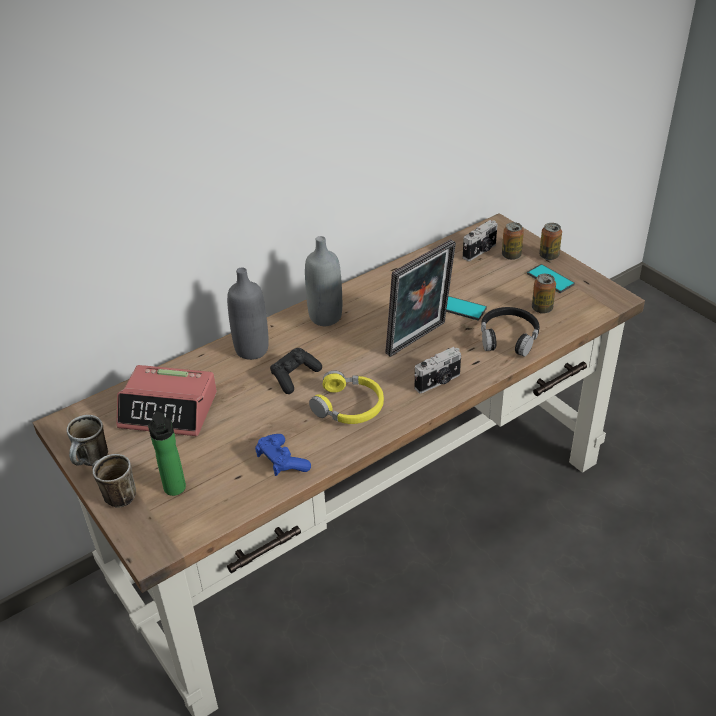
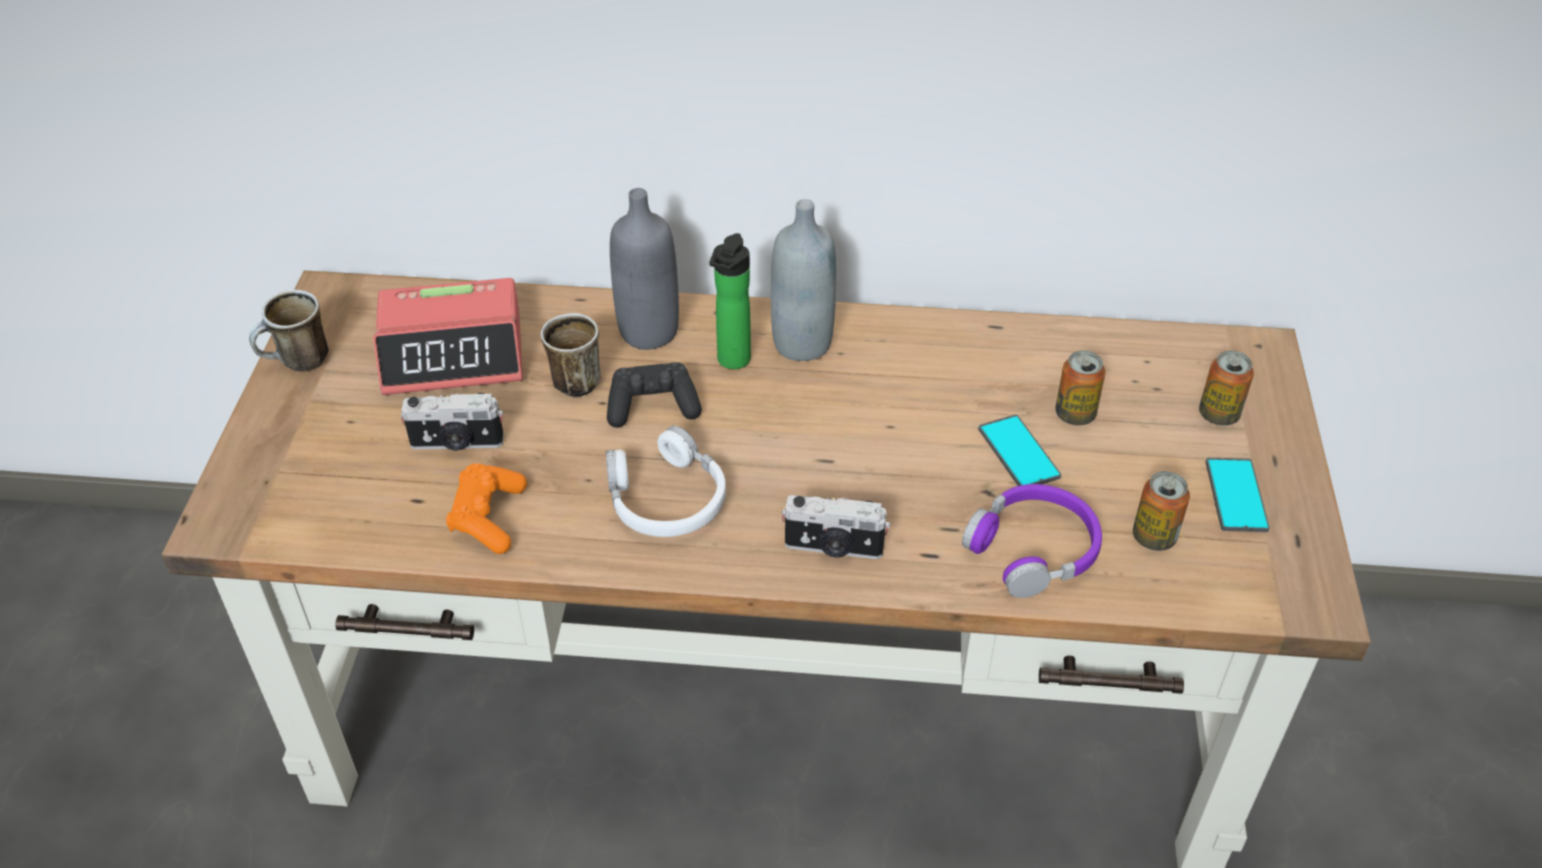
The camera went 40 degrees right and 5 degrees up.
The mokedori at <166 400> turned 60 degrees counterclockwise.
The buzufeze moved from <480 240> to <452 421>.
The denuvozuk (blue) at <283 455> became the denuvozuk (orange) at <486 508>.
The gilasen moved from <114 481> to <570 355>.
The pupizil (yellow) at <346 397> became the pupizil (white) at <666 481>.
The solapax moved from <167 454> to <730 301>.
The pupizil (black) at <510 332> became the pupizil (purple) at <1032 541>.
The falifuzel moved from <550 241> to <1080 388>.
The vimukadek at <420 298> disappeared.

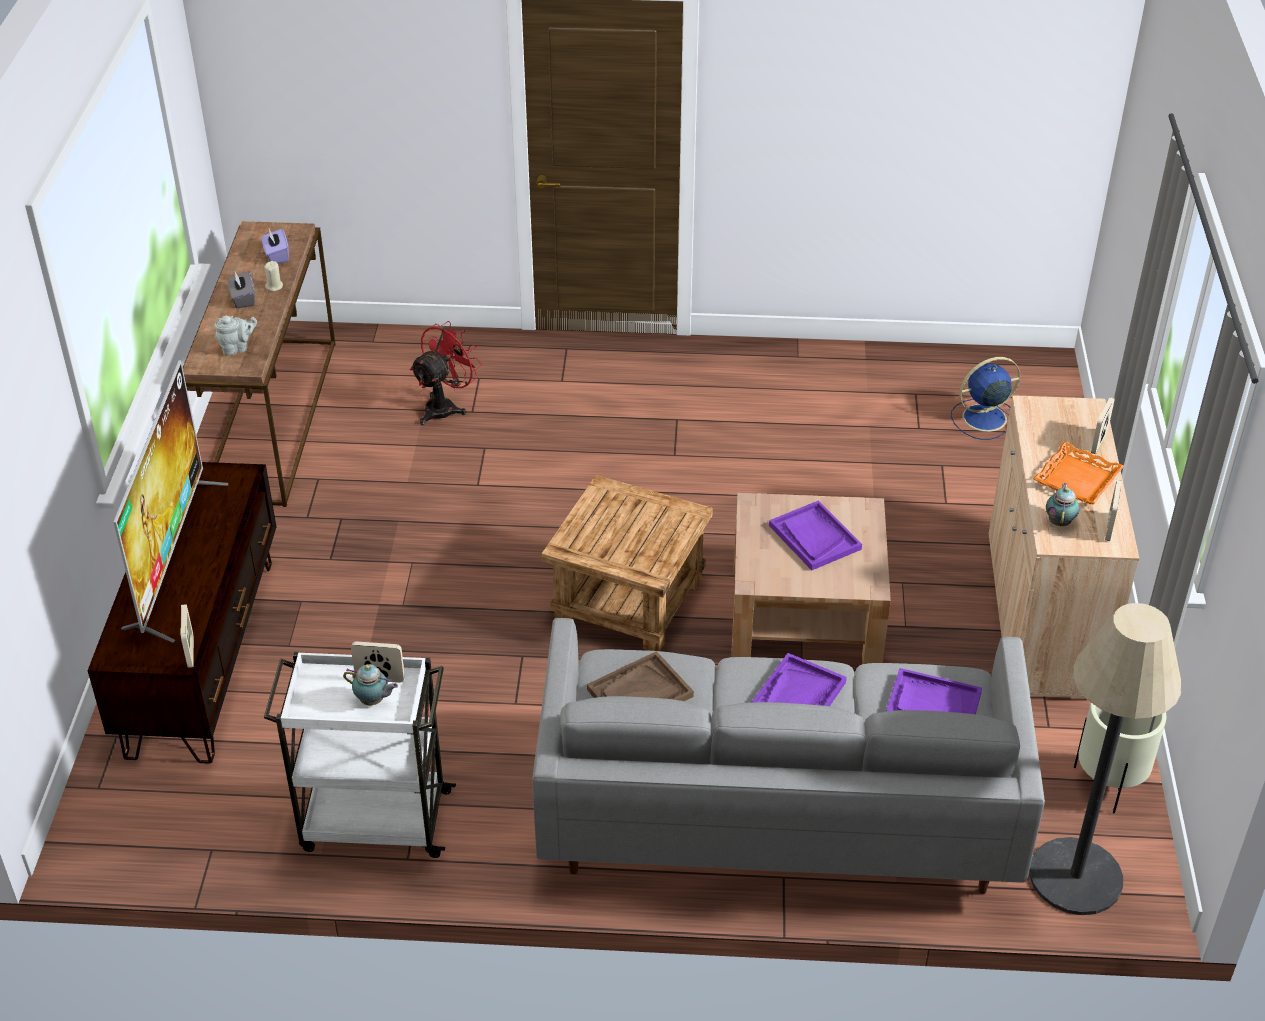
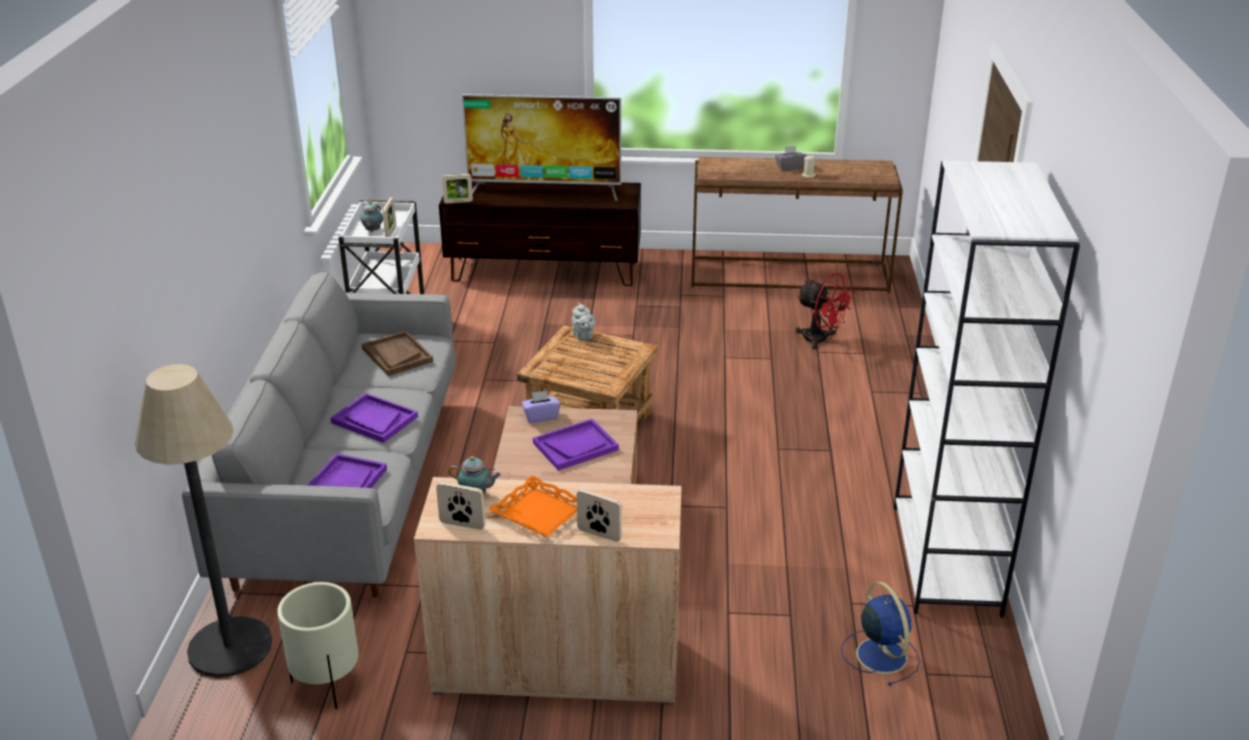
The camera went 90 degrees right and 10 degrees down.
The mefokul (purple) moved from <275 246> to <540 407>.
The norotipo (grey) moved from <236 336> to <584 321>.
The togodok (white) at <987 389> appeared.

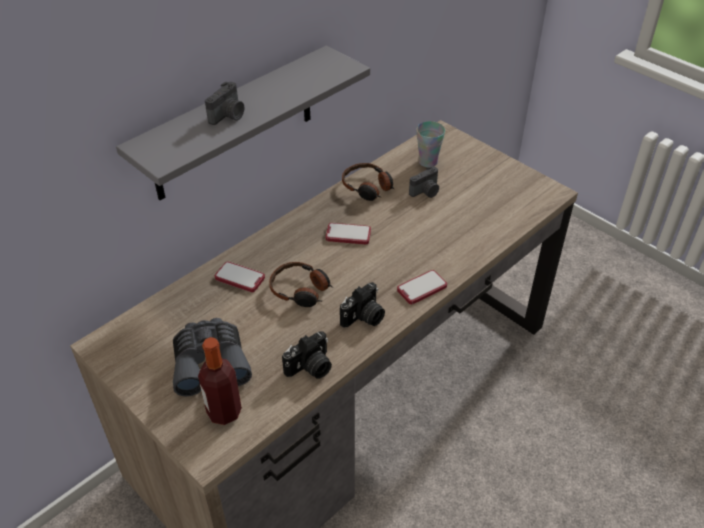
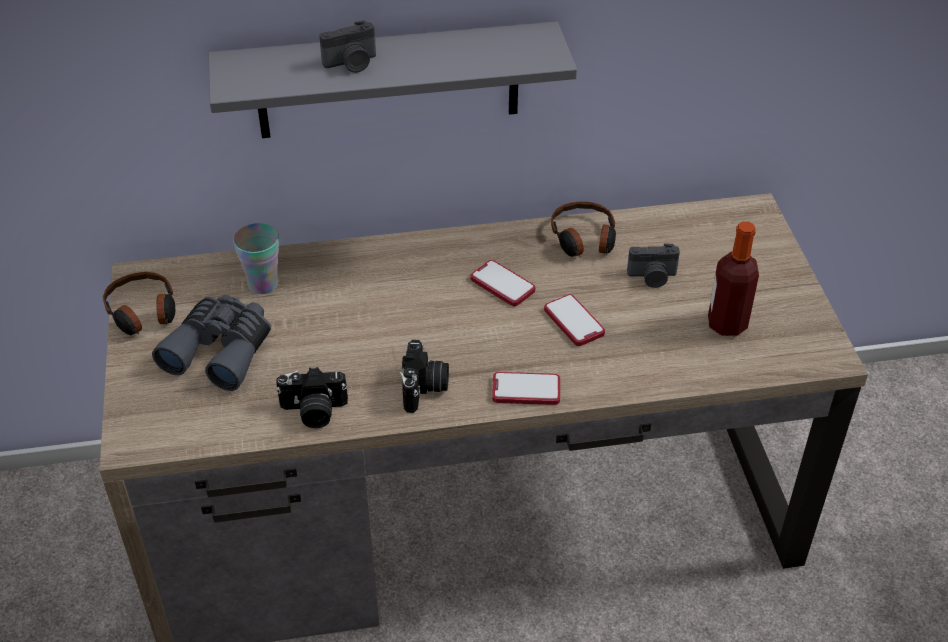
The camera went 35 degrees right and 0 degrees up.
The pupizil moved from <301 284> to <139 303>.
The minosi moved from <430 144> to <256 258>.
The buzufeze at <362 305> turned 75 degrees counterclockwise.
The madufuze moved from <240 276> to <574 320>.
The solapax moved from <220 381> to <733 278>.

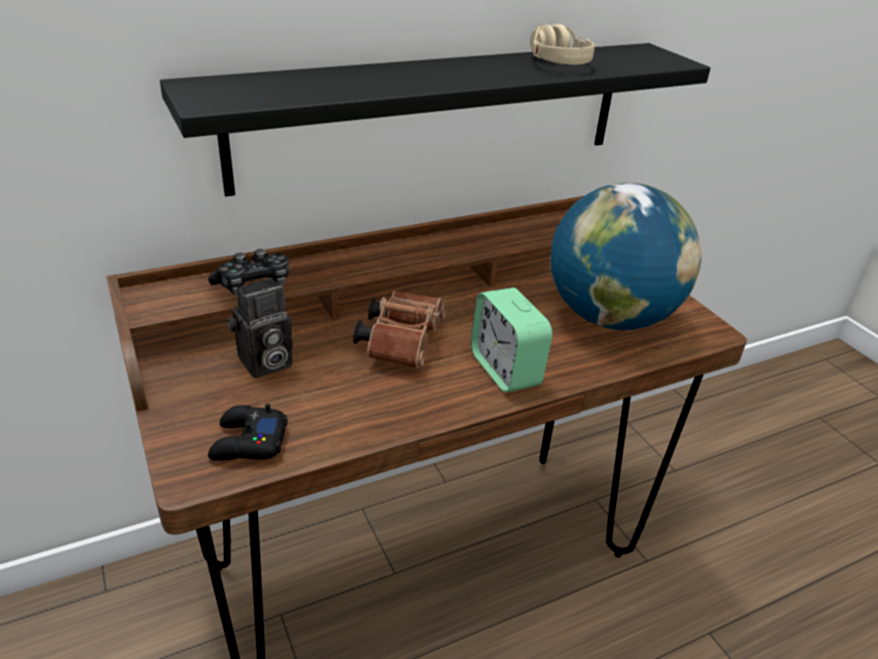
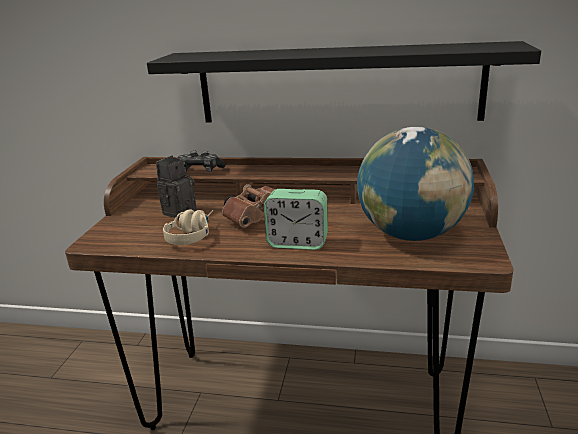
The camera went 40 degrees right and 10 degrees down.
The buzufeze at <260 328> turned 120 degrees clockwise.
The pupizil (beige) moved from <562 44> to <188 227>.
The mokedori at <512 340> turned 90 degrees counterclockwise.
The denuvozuk (black) at <248 432> disappeared.

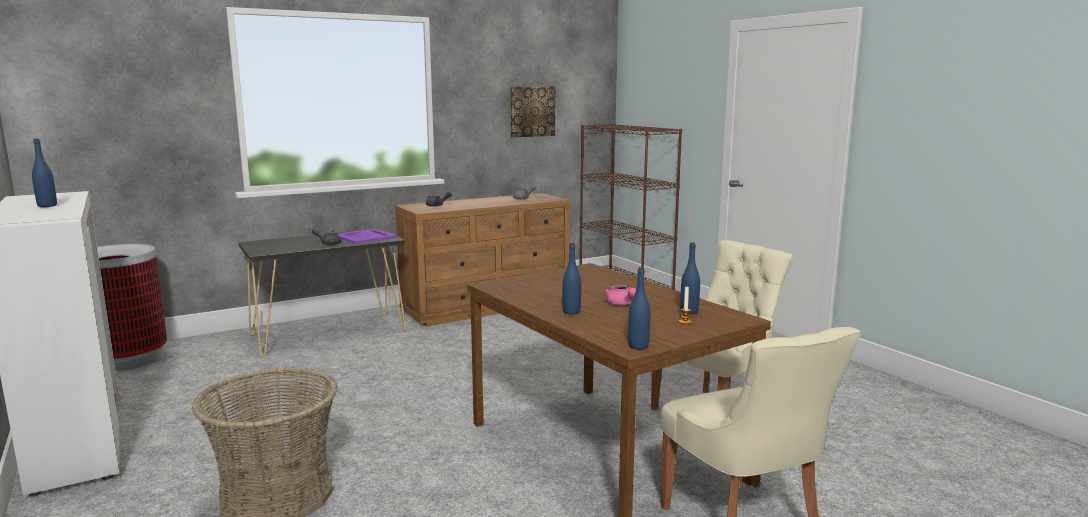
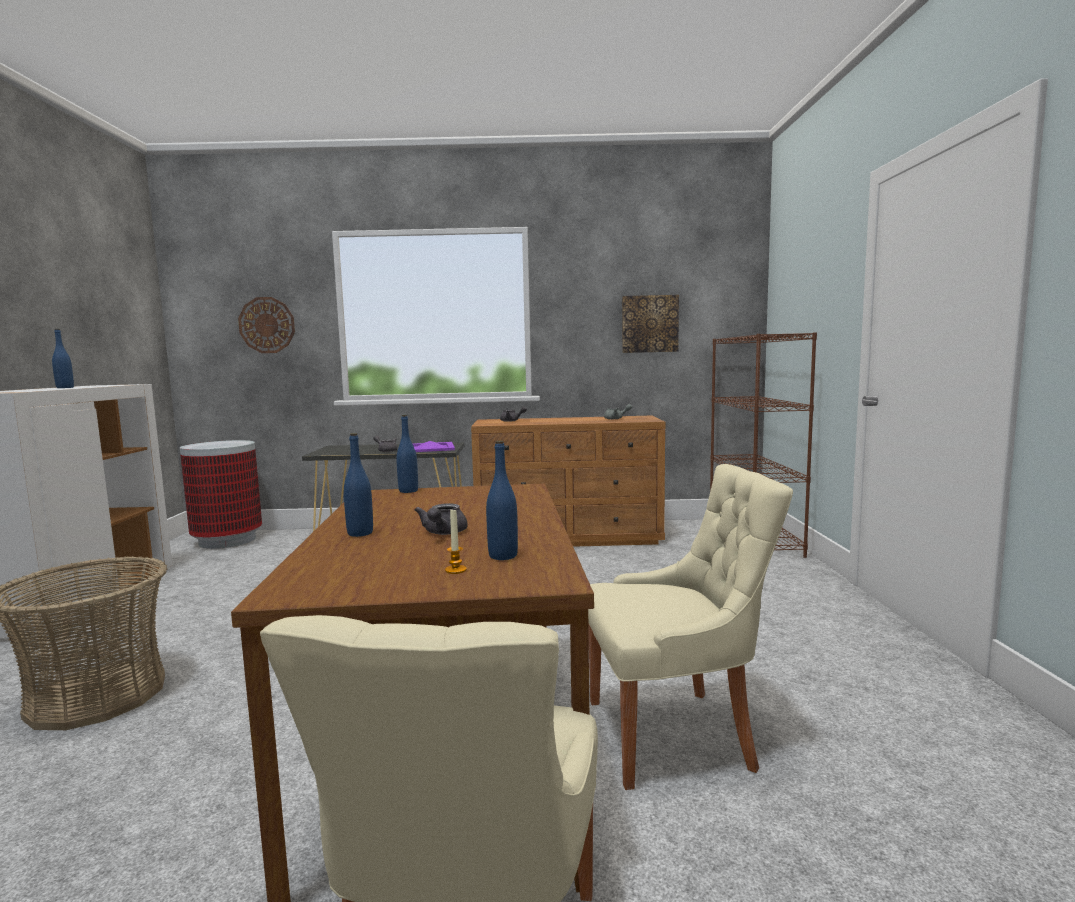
The camera went 30 degrees right and 5 degrees down.
The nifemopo at <266 325> appeared.
The solapax (blue) moved from <639 308> to <407 454>.
The norotipo (pink) at <620 295> became the norotipo (grey) at <441 519>.

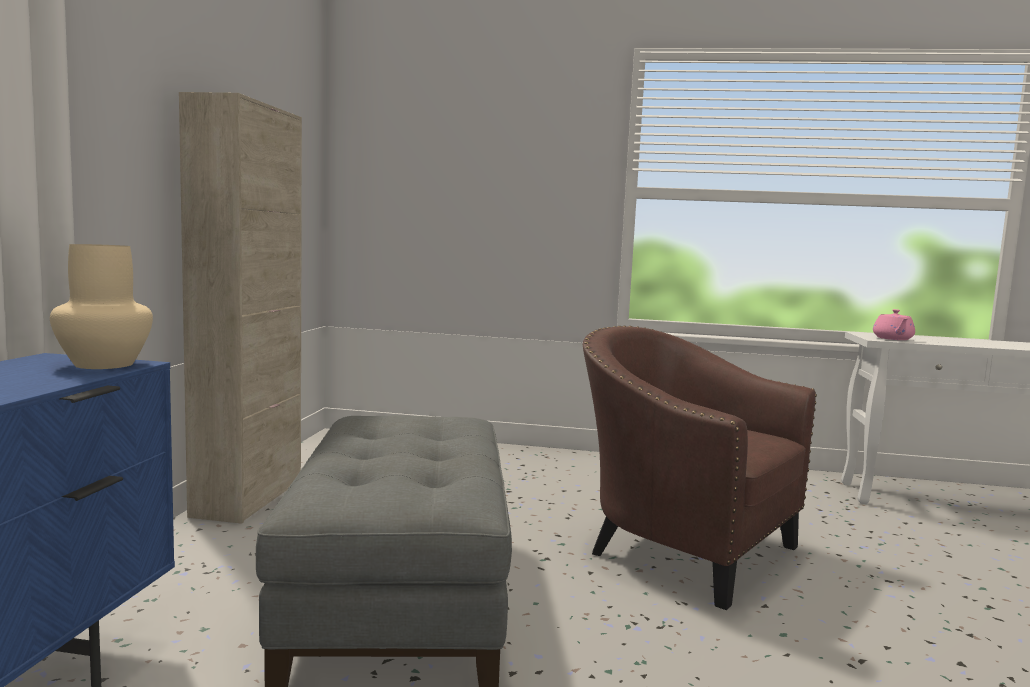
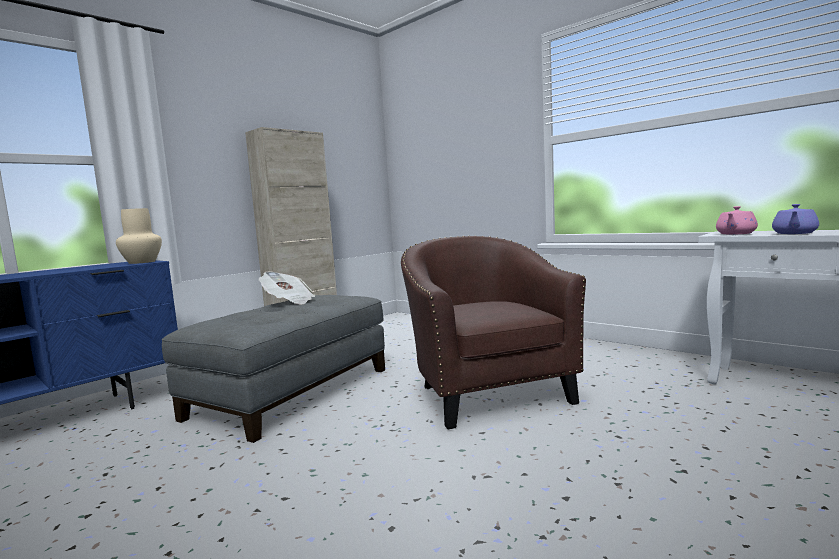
The camera went 35 degrees right and 0 degrees up.
The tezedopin at <286 288> appeared.
The norotipo (purple) at <795 219> appeared.

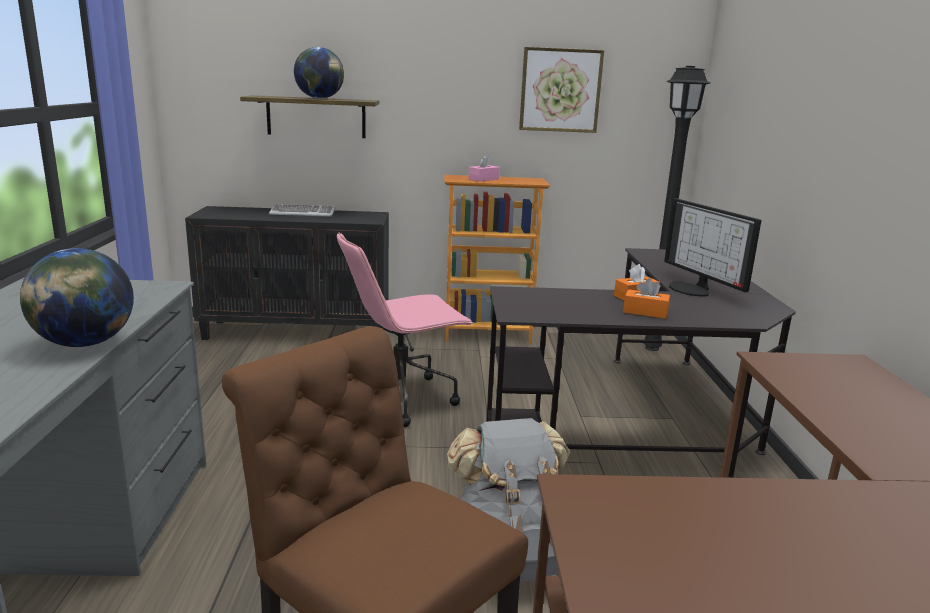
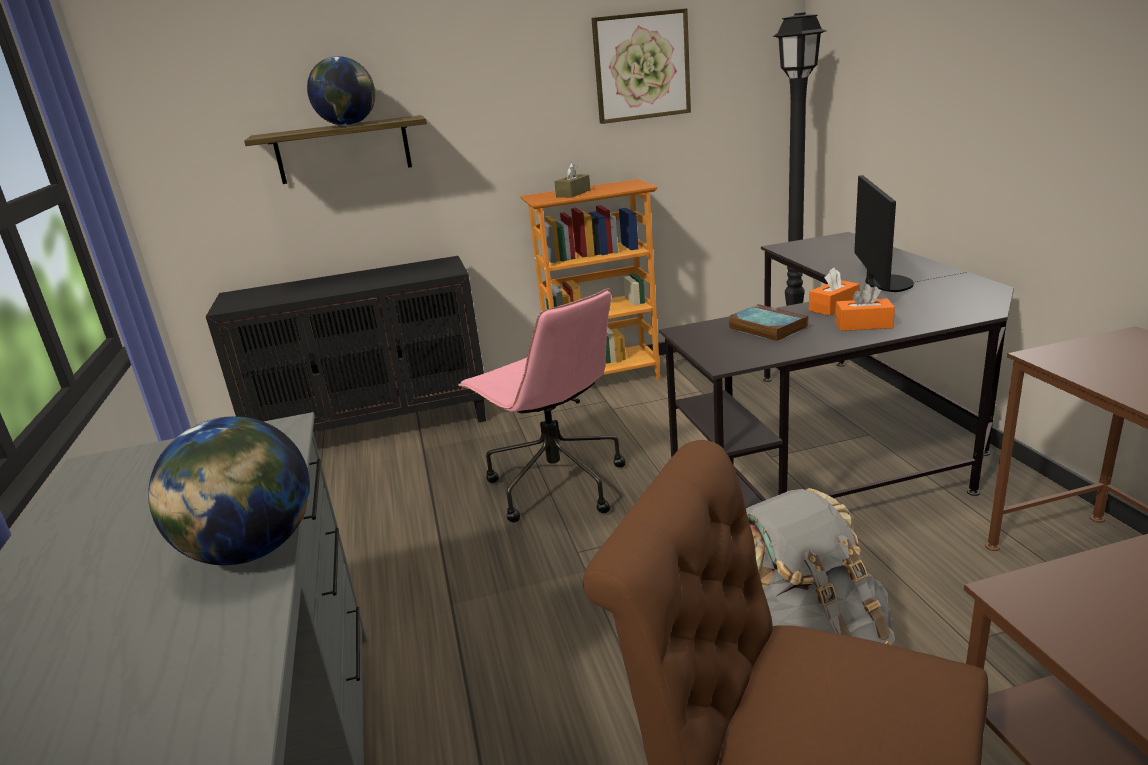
The camera went 10 degrees left and 5 degrees up.
The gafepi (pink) at <405 330> turned 90 degrees counterclockwise.
The mefokul (pink) at <484 168> became the mefokul (brown) at <572 179>.
The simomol at <768 323> appeared.
The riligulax at <713 247> turned 135 degrees counterclockwise.
The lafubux at <302 210> disappeared.

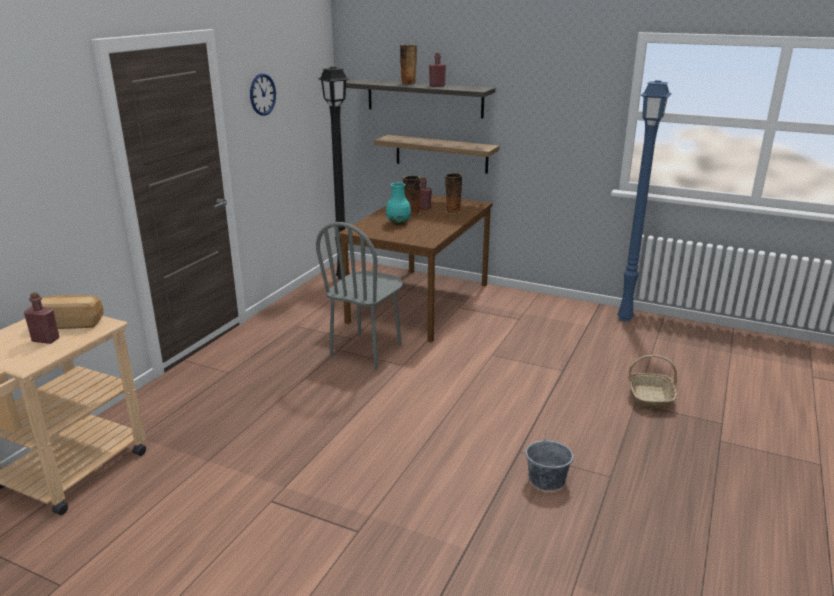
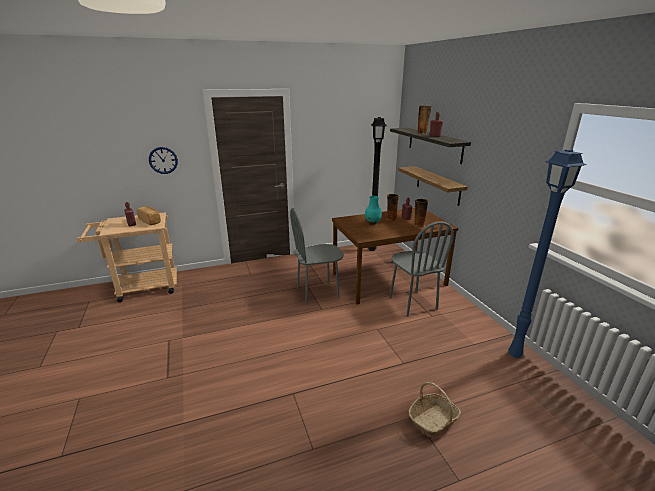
The camera went 45 degrees right and 0 degrees up.
The nifemopo moved from <263 94> to <163 160>.
The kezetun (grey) at <422 269> appeared.
The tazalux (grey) at <549 460> disappeared.

